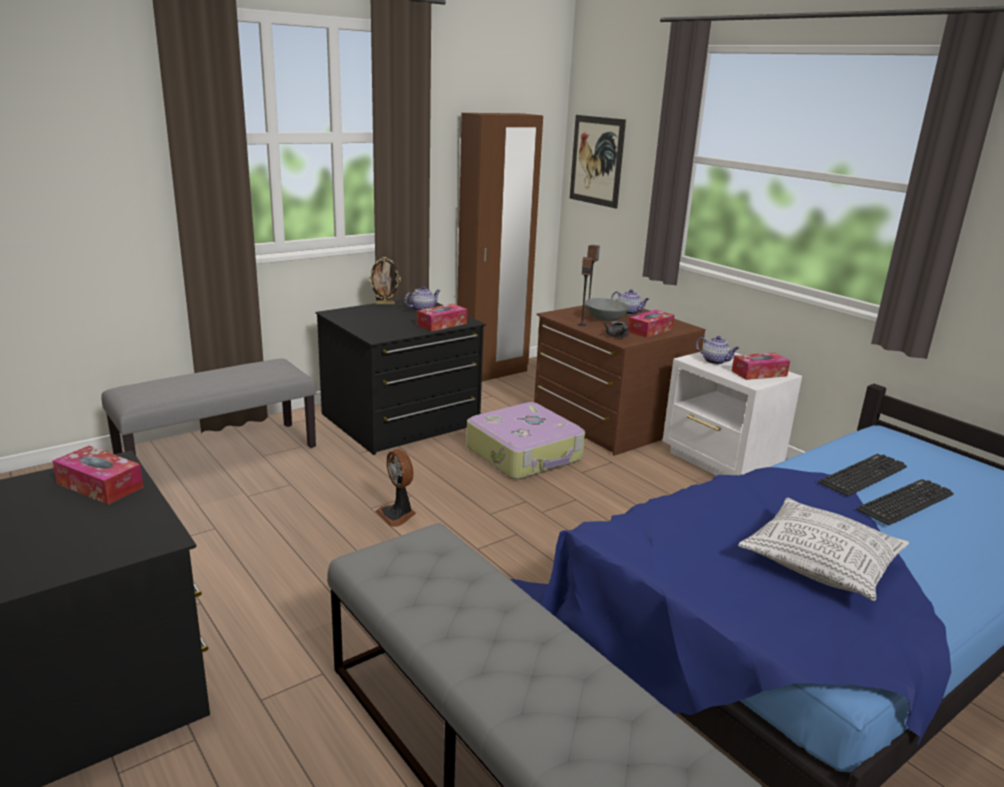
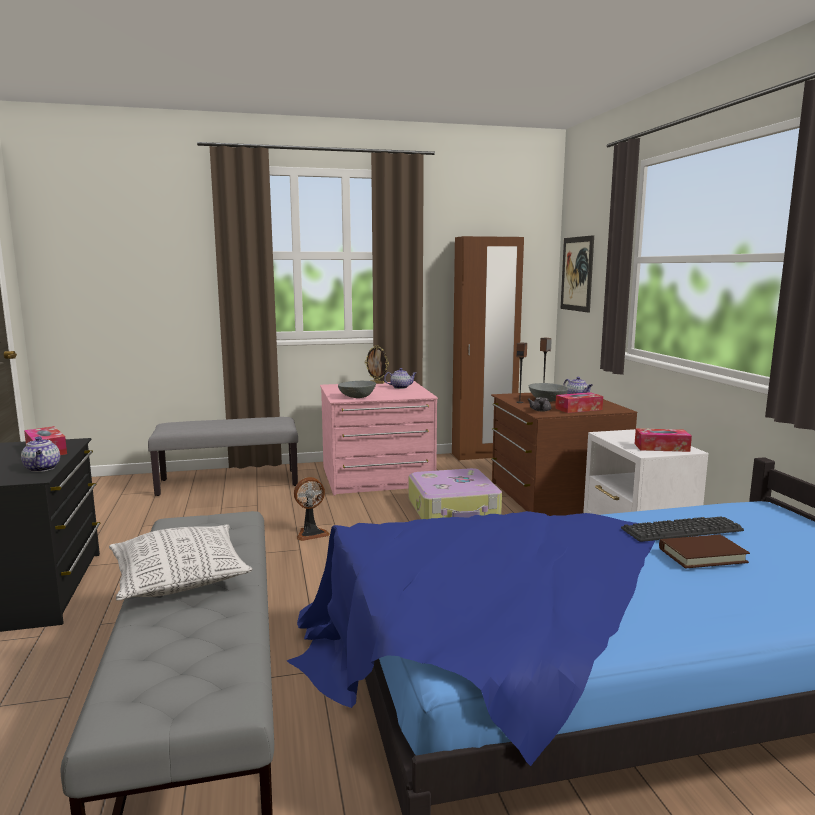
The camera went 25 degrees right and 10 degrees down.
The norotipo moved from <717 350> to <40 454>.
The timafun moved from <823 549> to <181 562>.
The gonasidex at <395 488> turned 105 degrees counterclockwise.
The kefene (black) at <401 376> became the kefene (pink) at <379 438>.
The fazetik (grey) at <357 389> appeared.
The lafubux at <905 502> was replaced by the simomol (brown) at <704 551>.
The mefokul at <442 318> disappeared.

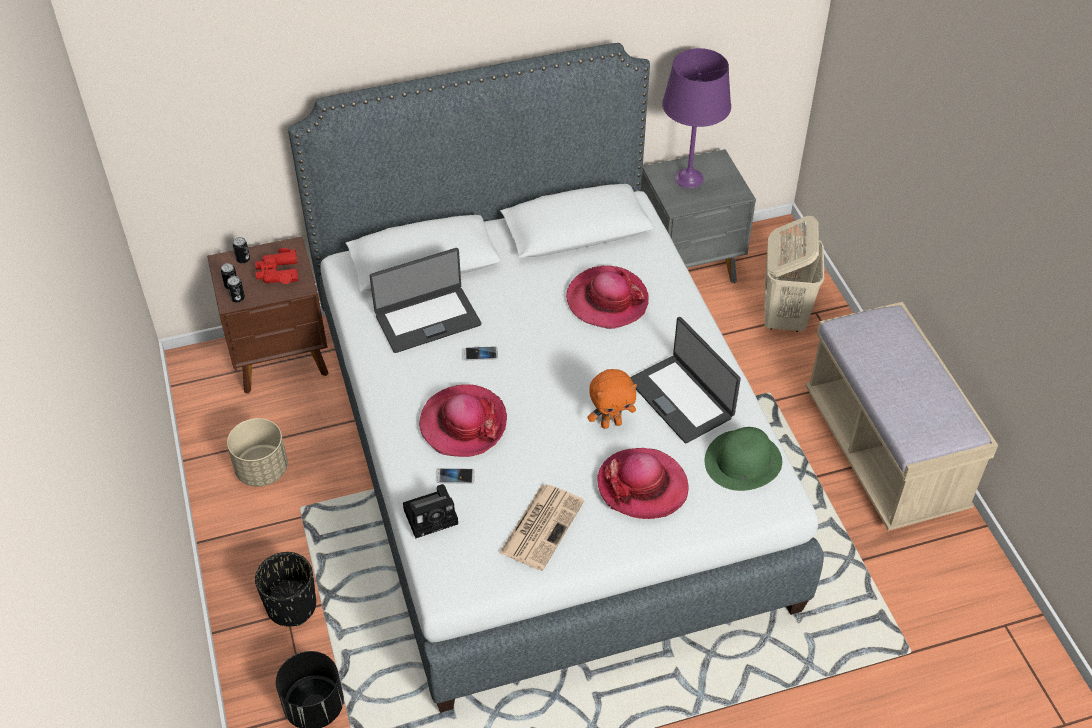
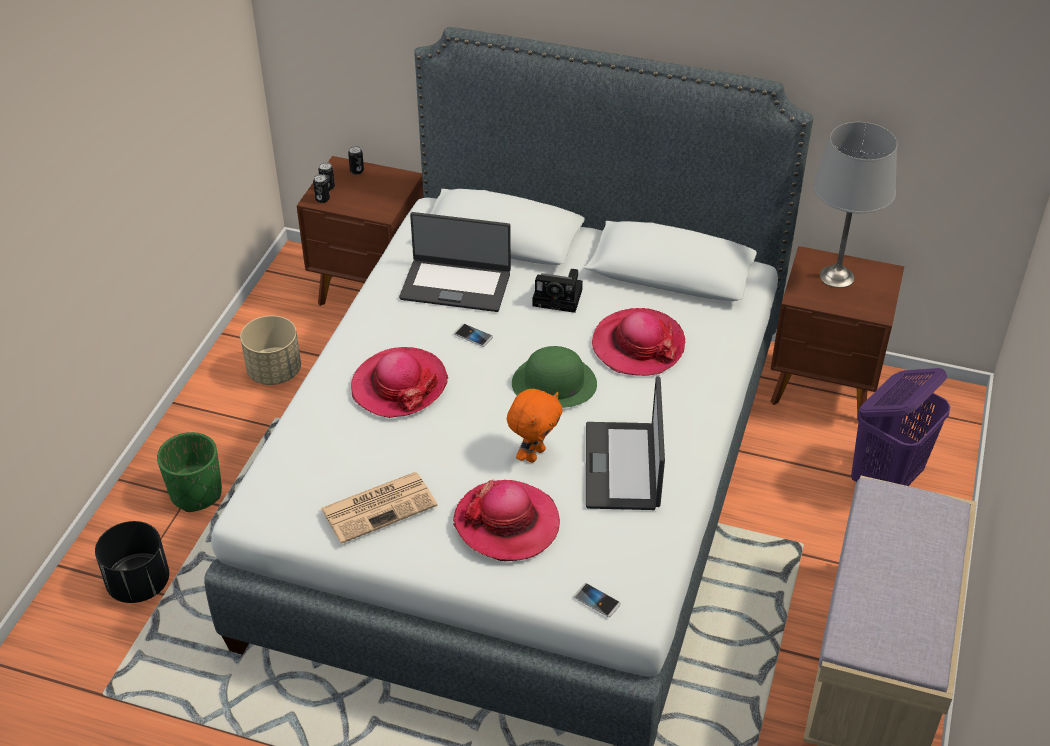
The camera went 35 degrees right and 5 degrees down.
The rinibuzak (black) at <285 589> became the rinibuzak (green) at <189 472>.
The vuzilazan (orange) at <612 399> turned 75 degrees counterclockwise.
The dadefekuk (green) moved from <743 459> to <554 377>.
The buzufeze moved from <430 511> to <557 291>.
The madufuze moved from <456 476> to <597 600>.
The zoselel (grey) at <698 216> became the zoselel (brown) at <837 333>.
The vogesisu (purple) at <696 118> became the vogesisu (grey) at <855 205>.
The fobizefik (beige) at <794 274> became the fobizefik (purple) at <900 427>.
The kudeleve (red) at <276 266> disappeared.

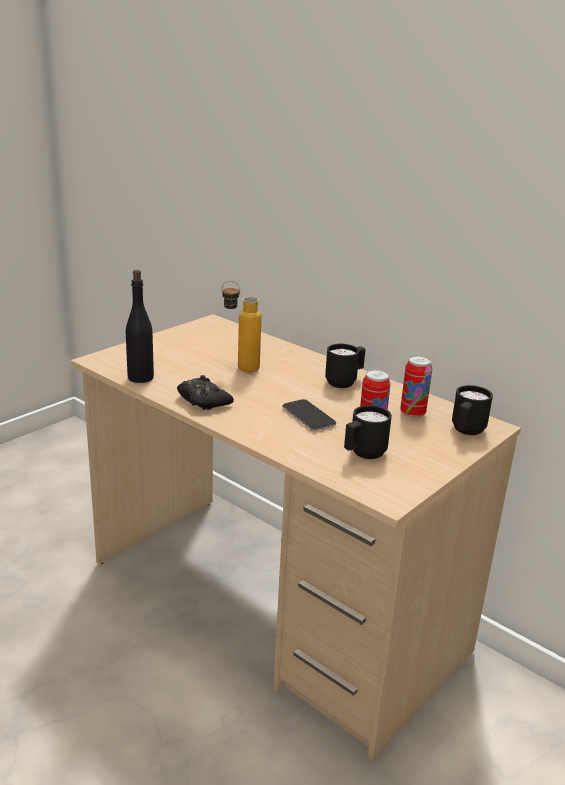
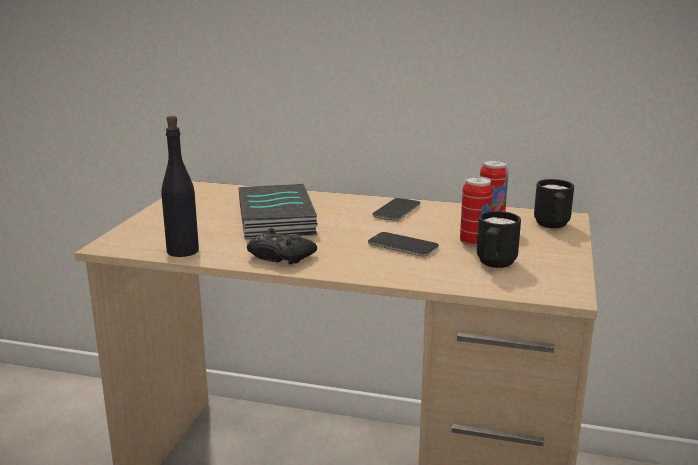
The camera went 25 degrees left and 5 degrees down.
The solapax at <242 326> was replaced by the simomol at <277 212>.
The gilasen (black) at <345 366> was replaced by the madufuze at <396 209>.

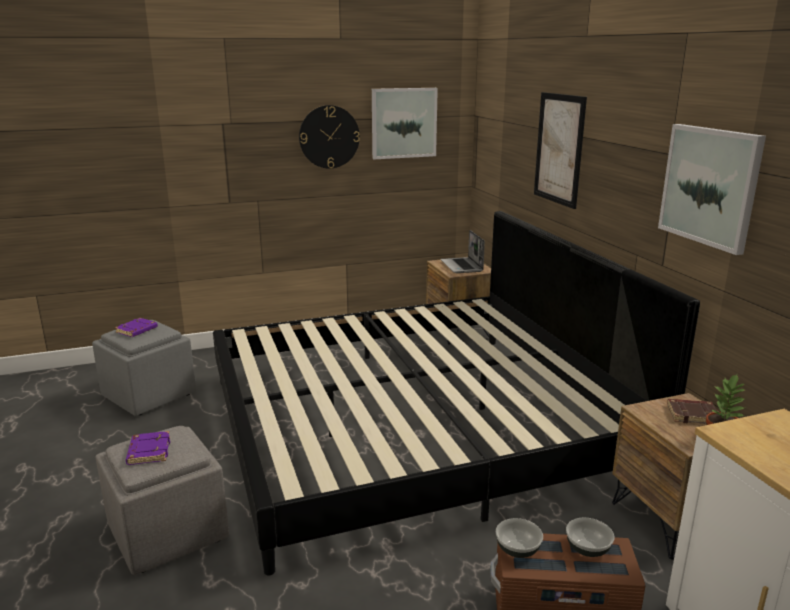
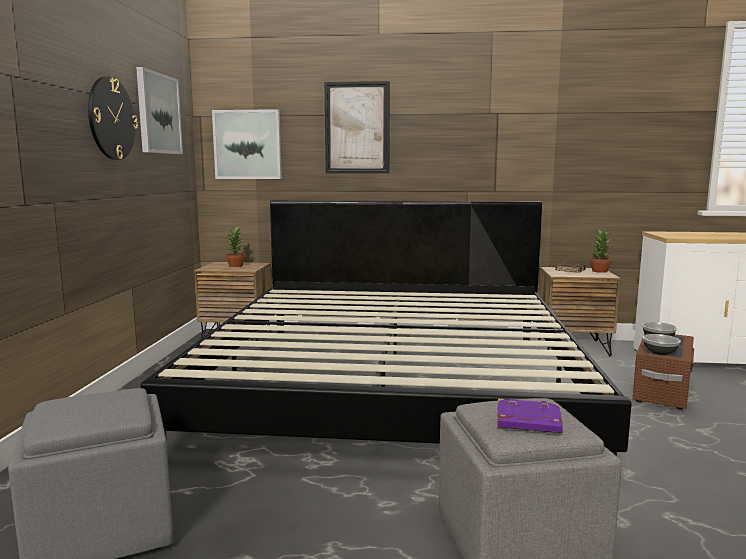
The camera went 65 degrees left and 10 degrees down.
The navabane moved from <712 189> to <247 144>.
The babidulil at <463 251> was replaced by the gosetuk at <235 246>.
The simomol (purple) at <136 327> disappeared.

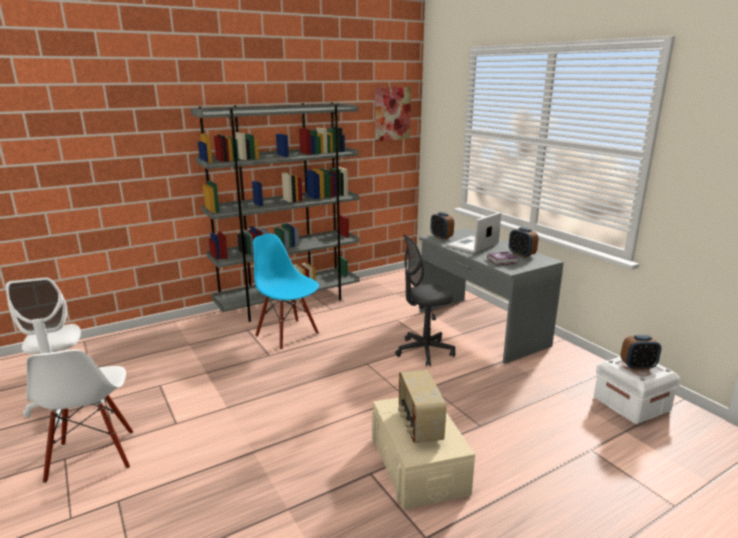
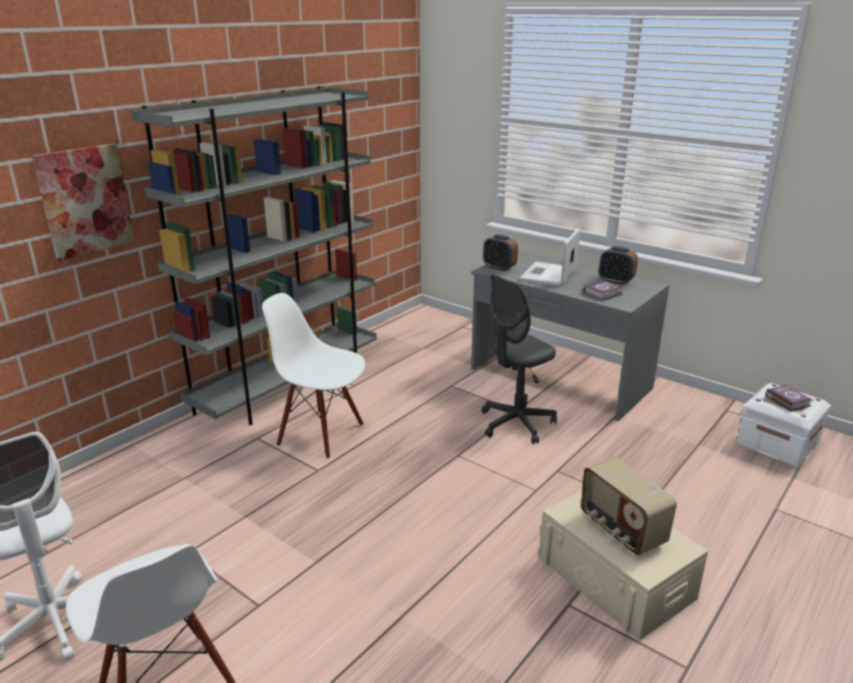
The camera went 20 degrees left and 5 degrees up.
The navabane moved from <393 114> to <83 202>.
The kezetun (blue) at <286 292> became the kezetun (white) at <313 376>.
The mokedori at <640 352> was replaced by the simomol at <788 398>.

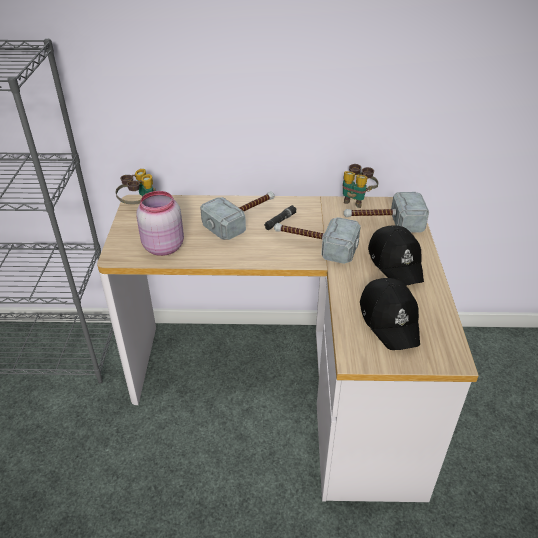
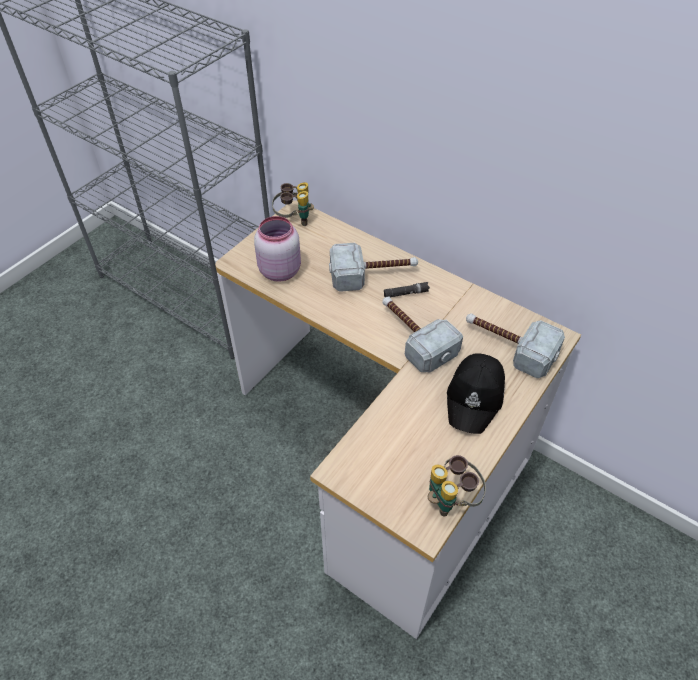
The camera went 35 degrees right and 10 degrees up.
The kudeleve moved from <360 186> to <457 486>.
The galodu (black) at <390 314> disappeared.

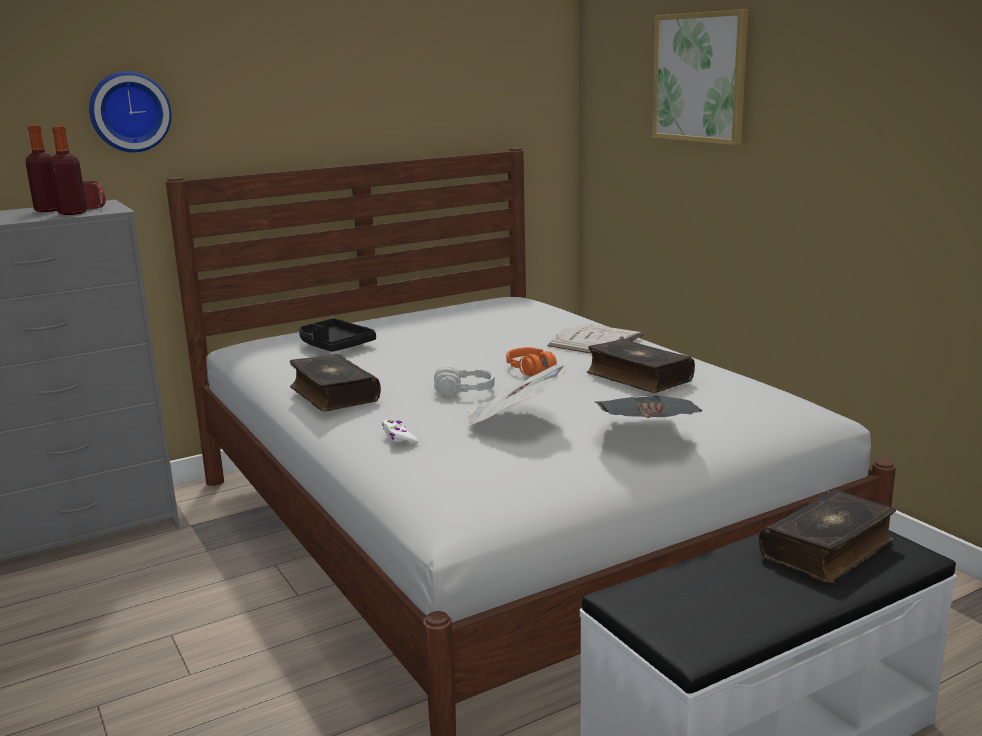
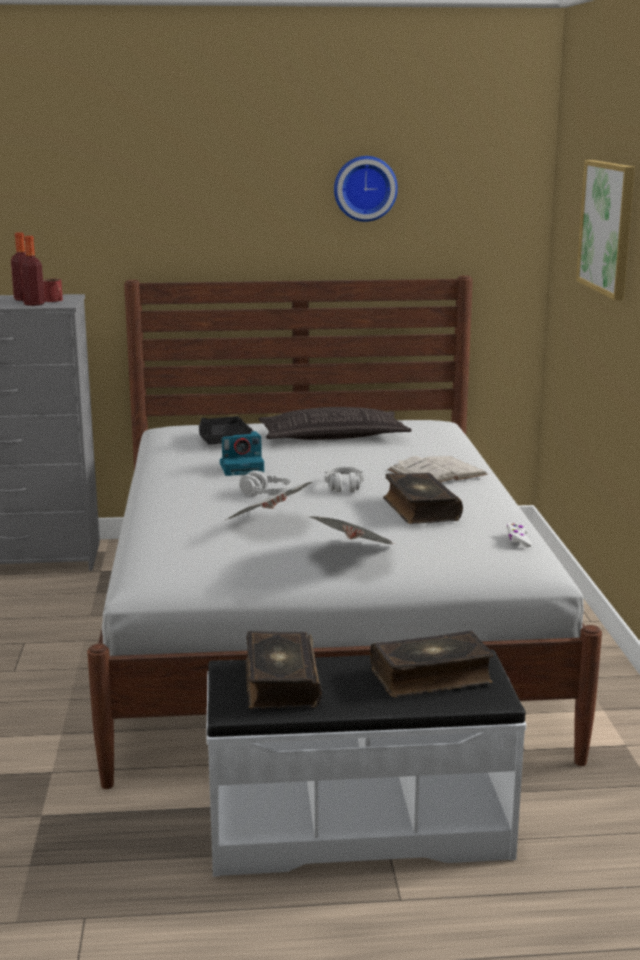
The camera went 25 degrees right and 0 degrees up.
The buzufeze at <242 453> appeared.
The simomol moved from <335 383> to <283 670>.
The timafun at <335 423> appeared.
The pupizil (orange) at <531 361> became the pupizil (grey) at <344 479>.
The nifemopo moved from <130 111> to <366 189>.
The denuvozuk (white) moved from <400 432> to <519 535>.

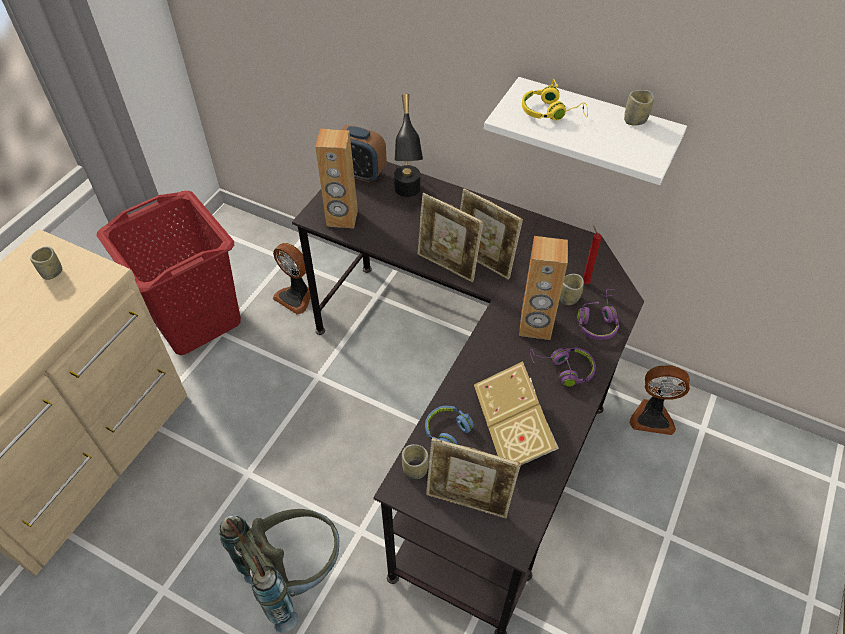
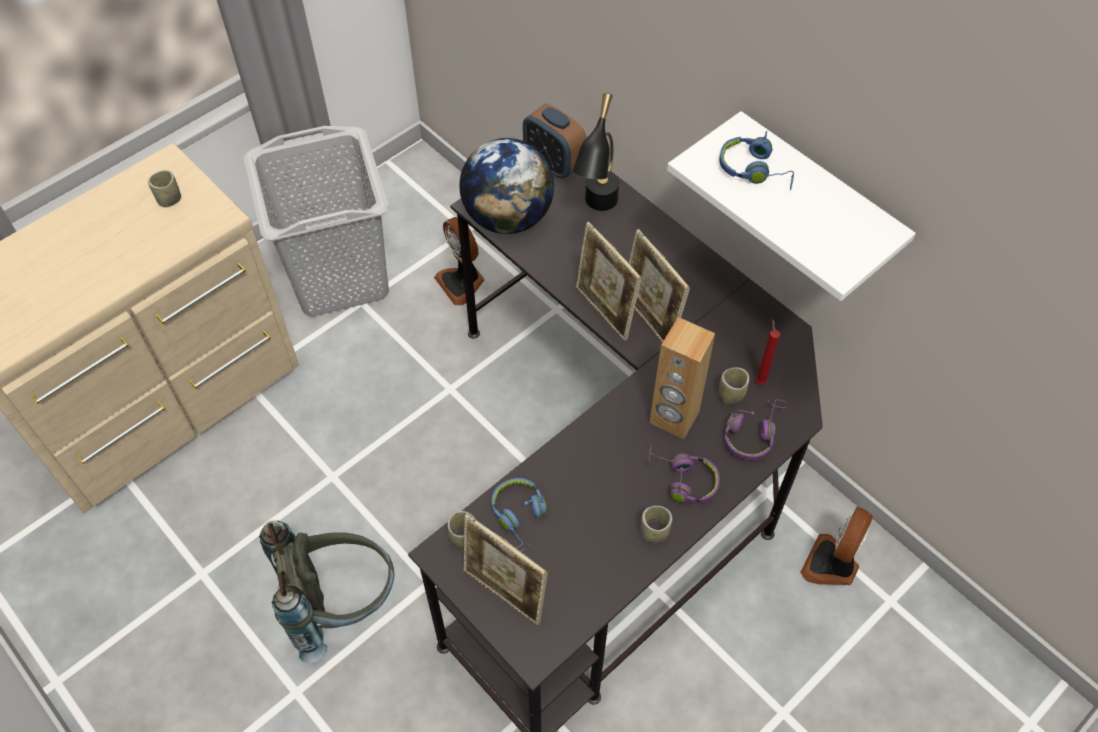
The camera went 20 degrees right and 5 degrees up.
The fobizefik (red) at <168 273> became the fobizefik (grey) at <316 221>.
The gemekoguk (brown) at <336 178> was replaced by the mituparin at <506 186>.
The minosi moved from <639 108> to <656 525>.
The pupizil (yellow) at <555 100> became the pupizil (blue) at <756 160>.
The gonasidex at <659 400> turned 90 degrees clockwise.
The simomol at <516 413> disappeared.

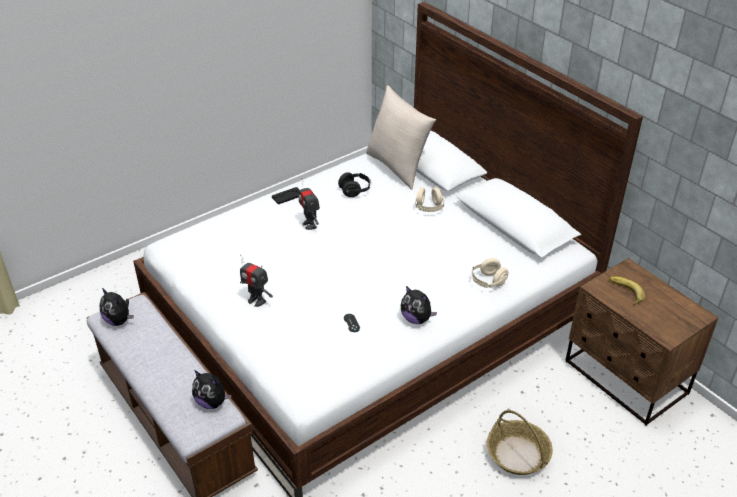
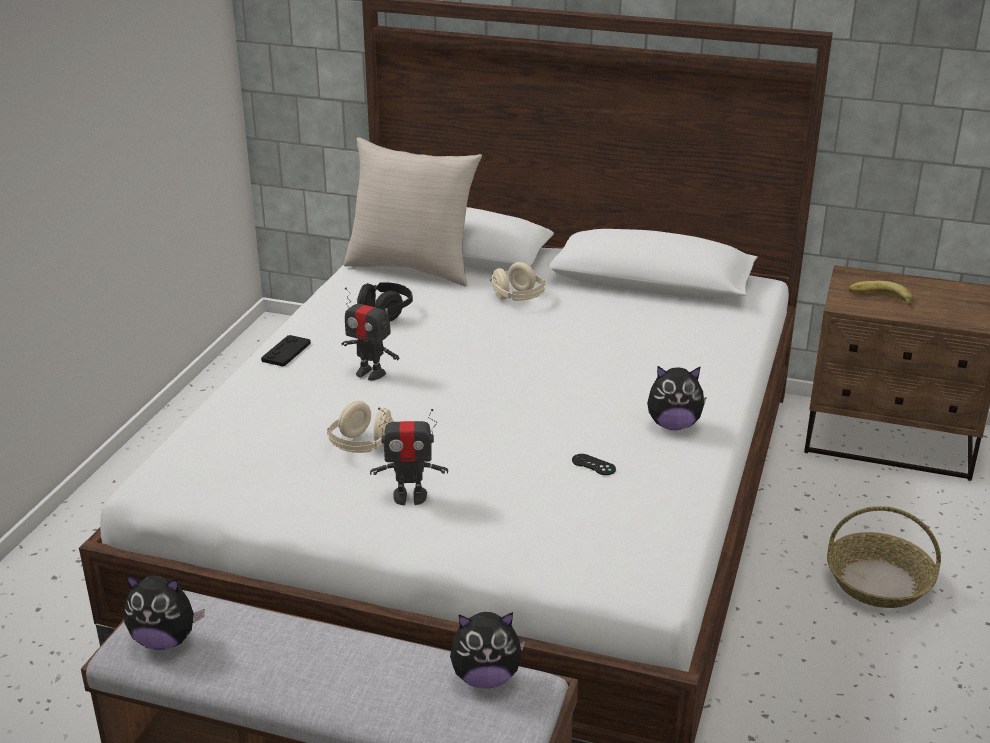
The camera went 35 degrees left and 10 degrees down.
The pupizil (beige) moved from <489 273> to <360 427>.

